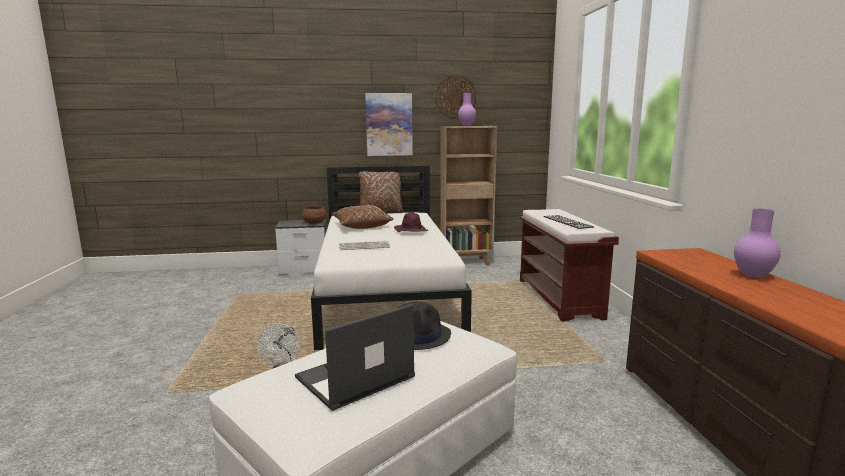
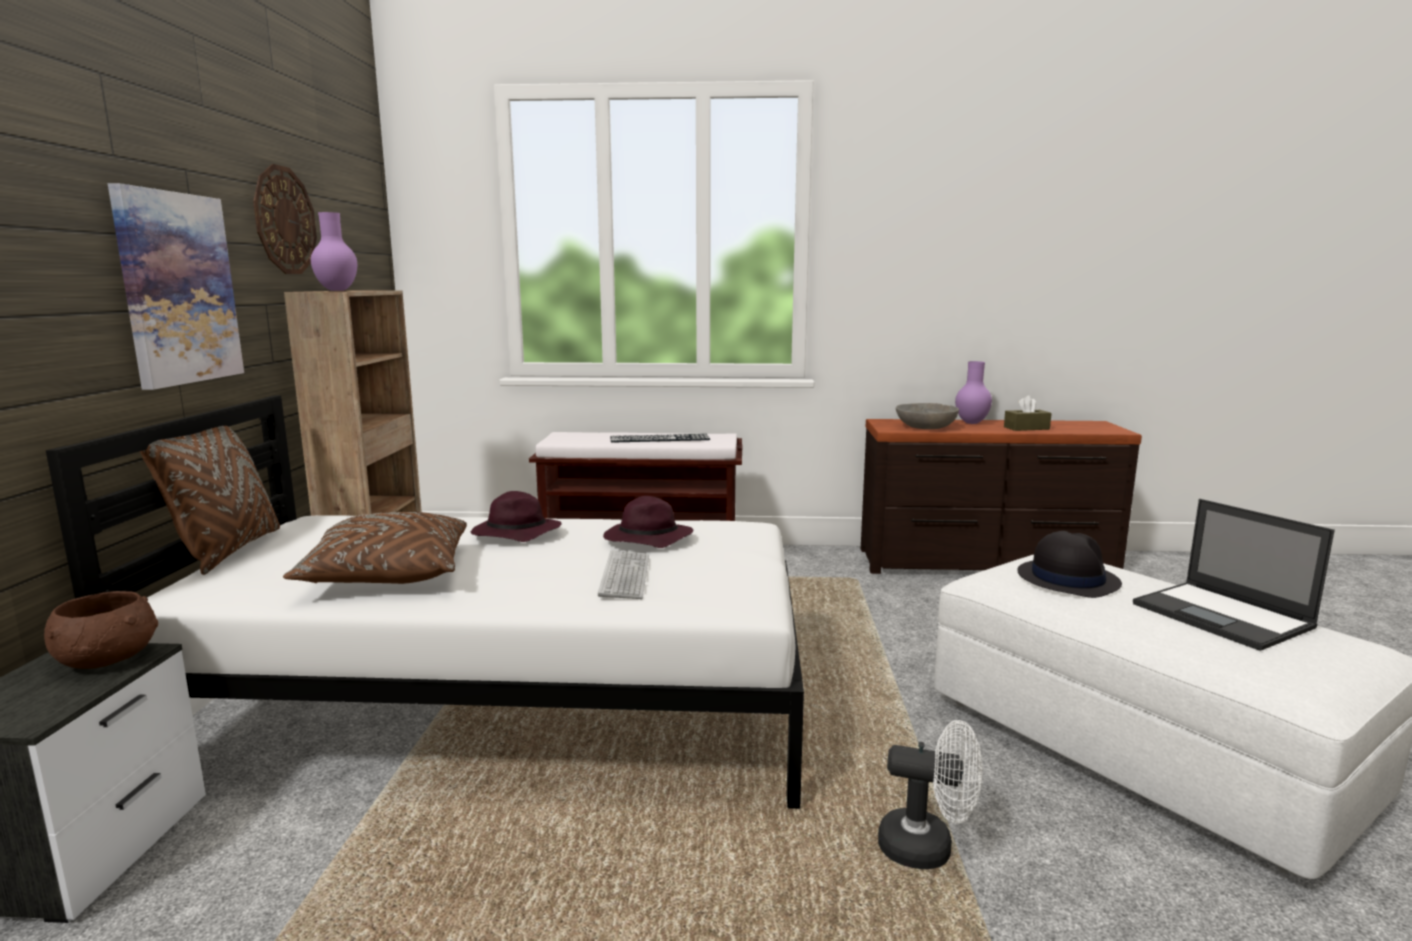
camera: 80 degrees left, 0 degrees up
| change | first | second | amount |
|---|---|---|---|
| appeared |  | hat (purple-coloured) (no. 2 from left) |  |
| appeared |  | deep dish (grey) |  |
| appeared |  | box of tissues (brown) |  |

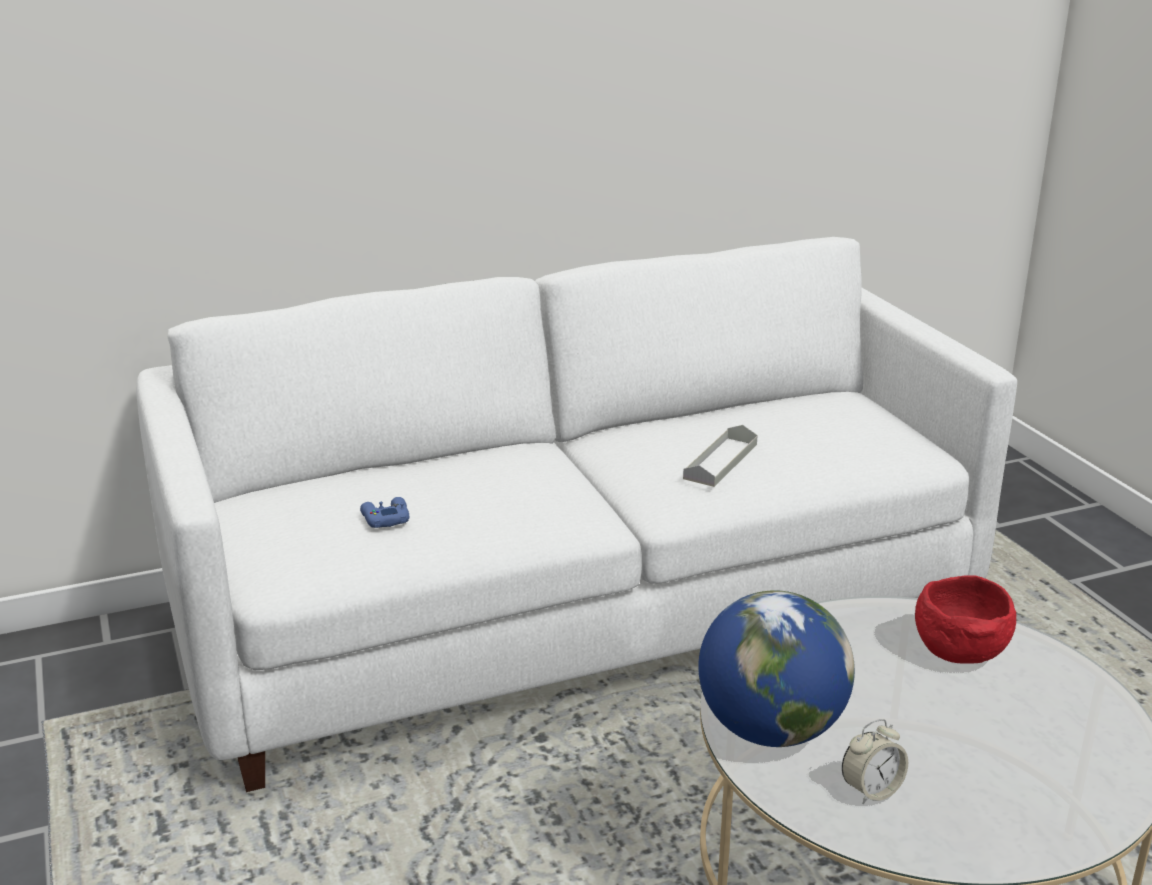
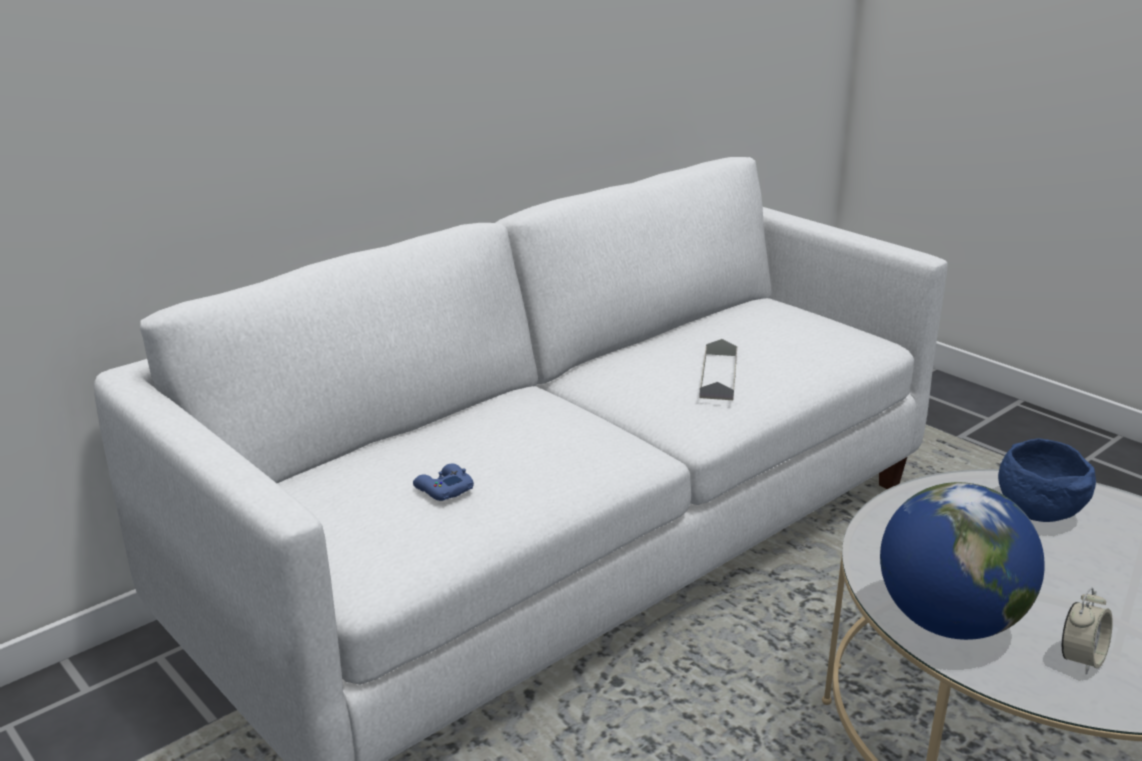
camera: 20 degrees left, 0 degrees up
| change | first | second | amount |
|---|---|---|---|
| colour | deep dish (red) | deep dish (blue) |  |

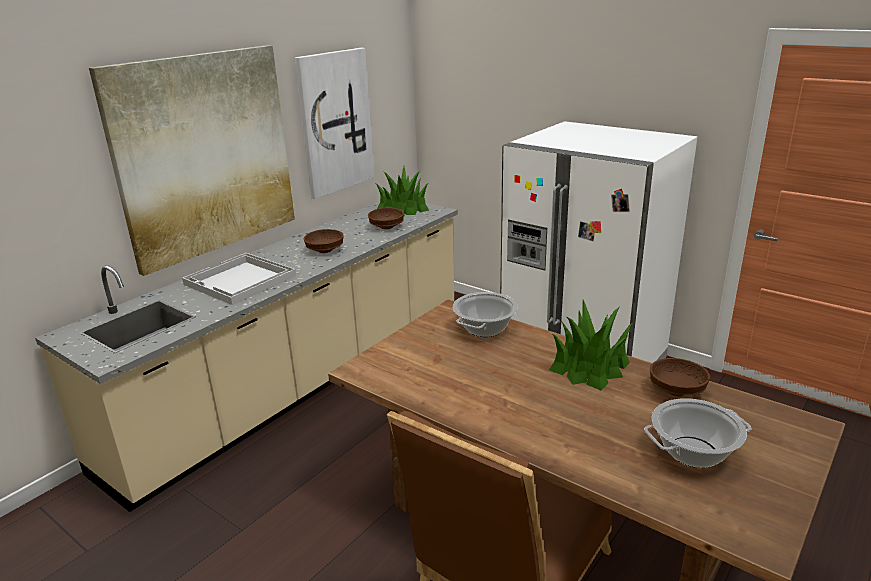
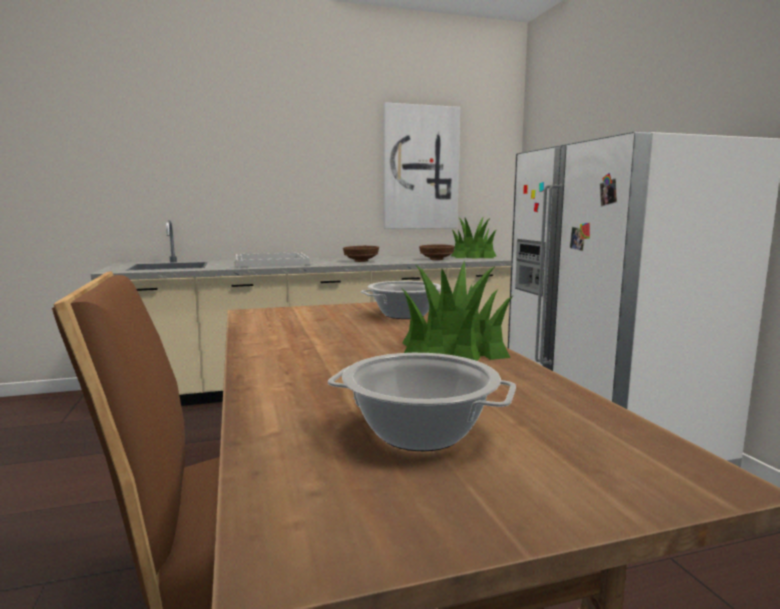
camera: 35 degrees right, 15 degrees down
| change | first | second | amount |
|---|---|---|---|
| missing | wall picture (no. 1 from left) |  |  |
| missing | deep dish (brown) (no. 3 from left) |  |  |

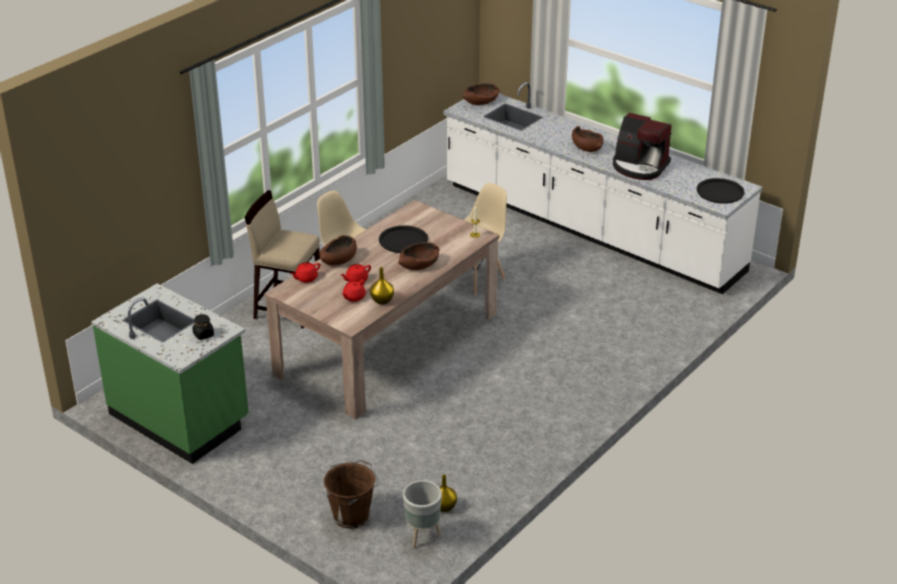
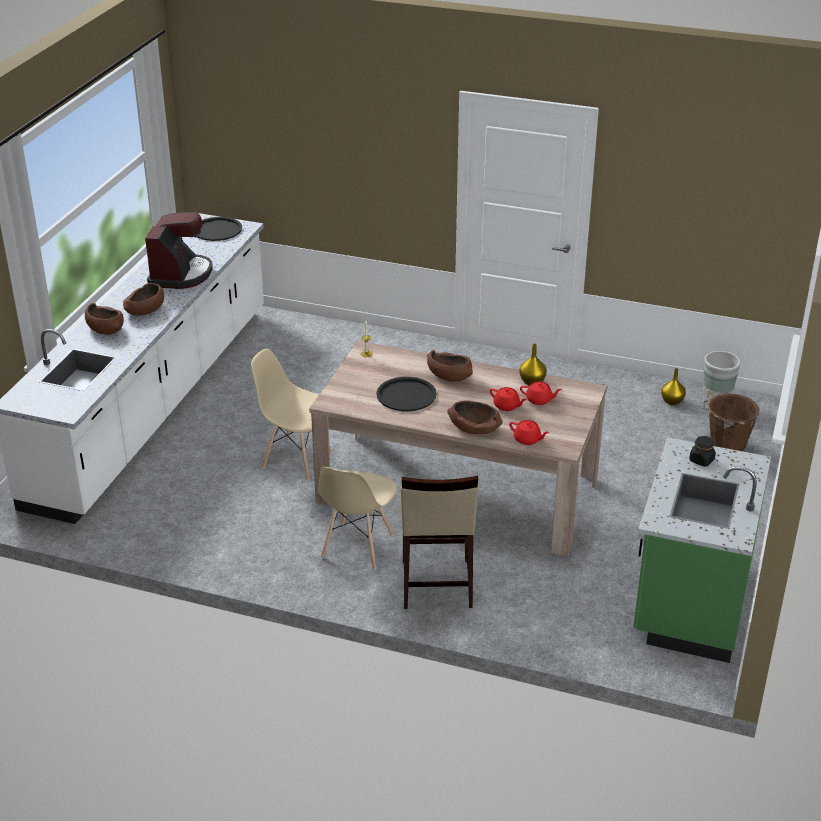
camera: 110 degrees left, 0 degrees up
| change | first | second | amount |
|---|---|---|---|
| relocated | deep dish (brown) (no. 3 from left in the first image) | deep dish (brown) (no. 1 from left) |  |

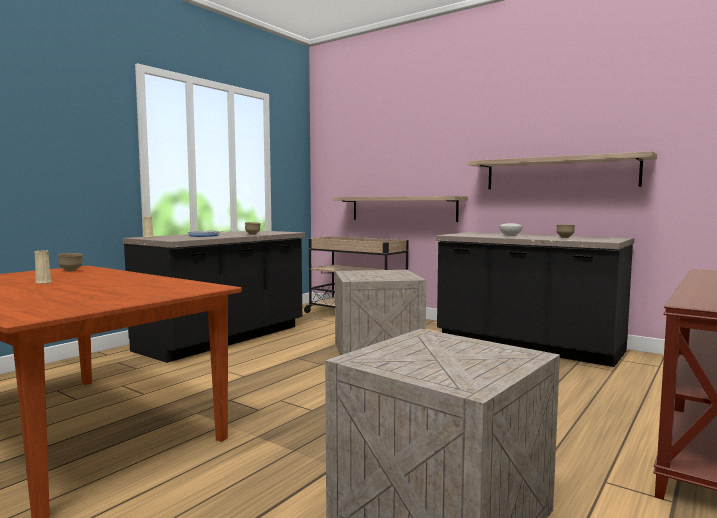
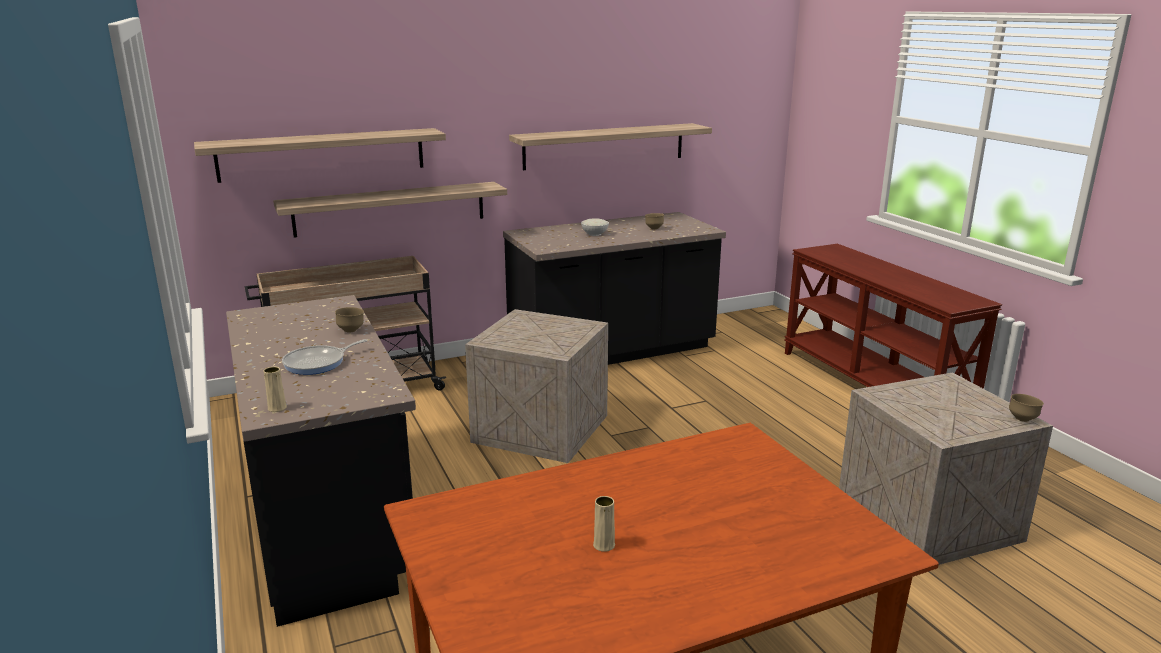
camera: 60 degrees left, 15 degrees up
| change | first | second | amount |
|---|---|---|---|
| appeared |  | bracket shelf (no. 1 from left) |  |
| relocated | deep dish (brown) (no. 1 from left in the first image) | deep dish (brown) (no. 3 from left) |  |

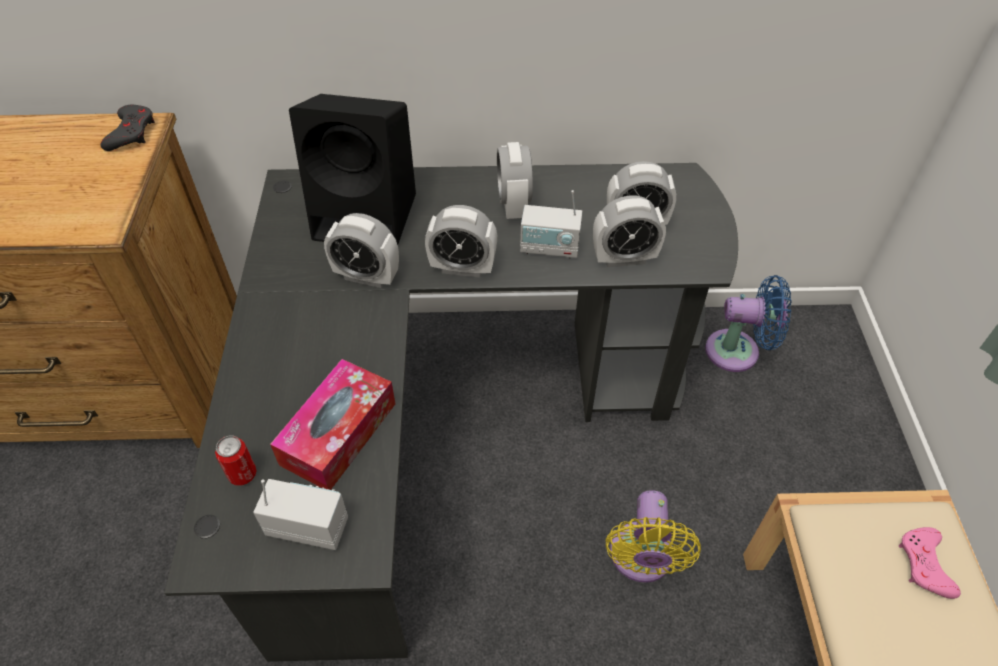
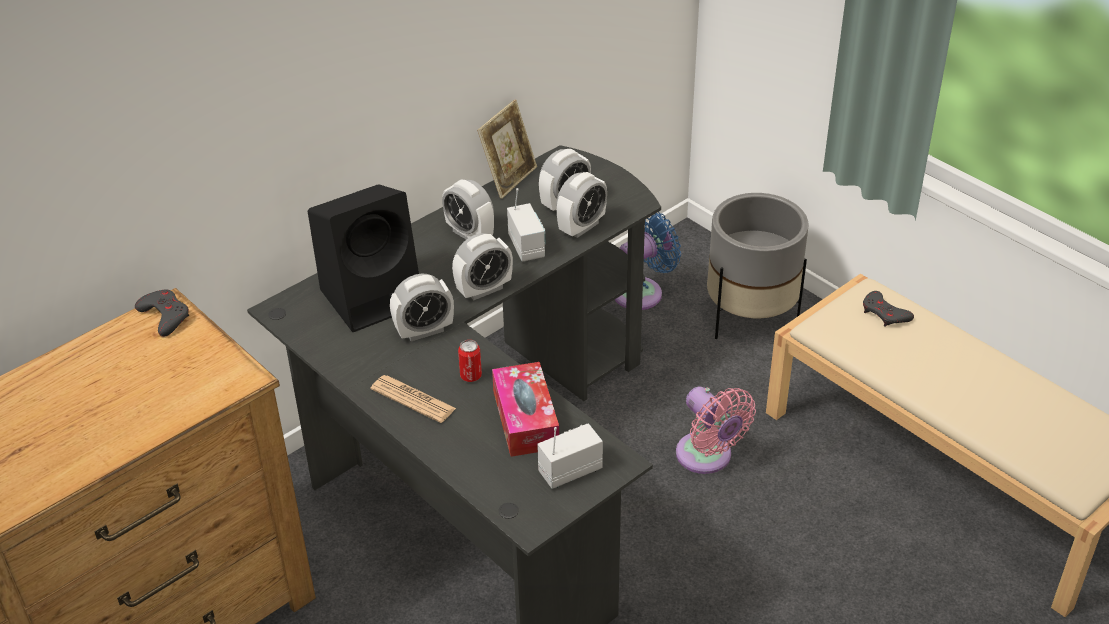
camera: 40 degrees left, 10 degrees down
| change | first | second | amount |
|---|---|---|---|
| appeared |  | daily paper |  |
| relocated | can |  |  |
| appeared |  | standing frame |  |
| spun | radio (no. 2 from left in the first image) | radio (no. 1 from left) | 75 degrees counterclockwise |
| colour | electric fan (yellow) | electric fan (pink-coloured) |  |
| appeared |  | plant pot (grey) |  |
| colour | game controller (pink-coloured) | game controller (grey) (no. 2 from left) |  |

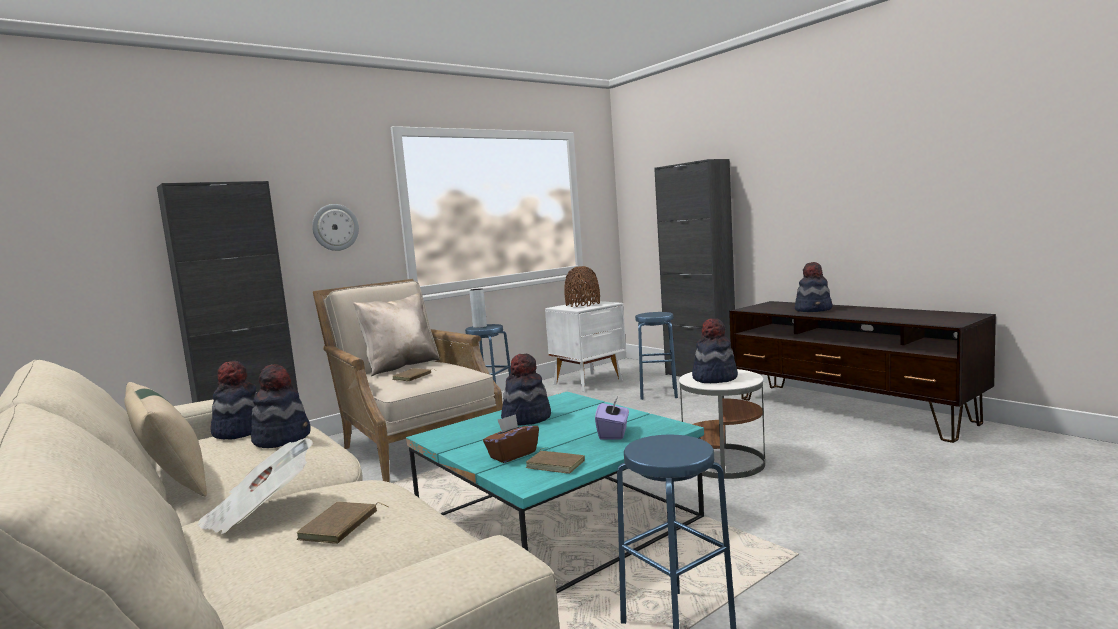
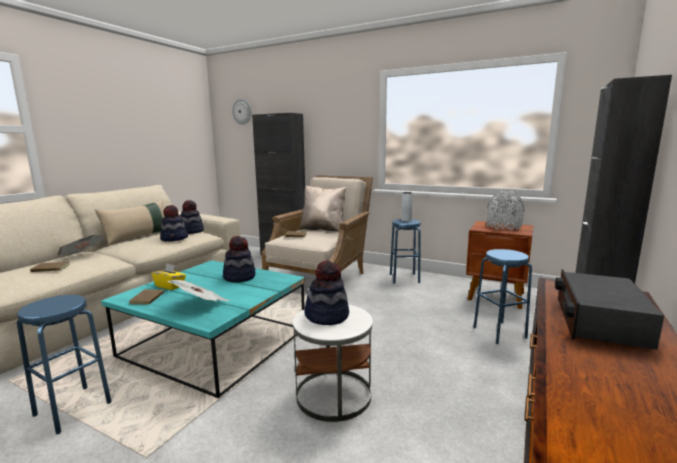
camera: 65 degrees right, 5 degrees up
| change | first | second | amount |
|---|---|---|---|
| colour | box of tissues (brown) | box of tissues (yellow) |  |
| exchanged | box of tissues (purple-coloured) | daily paper (no. 2 from left) |  |
| relocated | hanging clock |  |  |
| colour | nightstand (white) | nightstand (brown) |  |
| colour | vase (brown) | vase (grey) (no. 2 from left) |  |
| exchanged | hat (no. 5 from left) | radio |  |

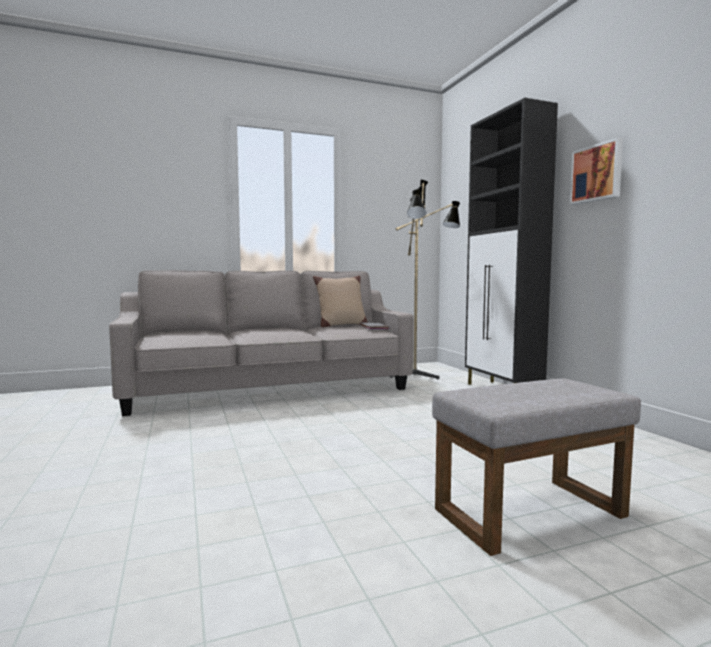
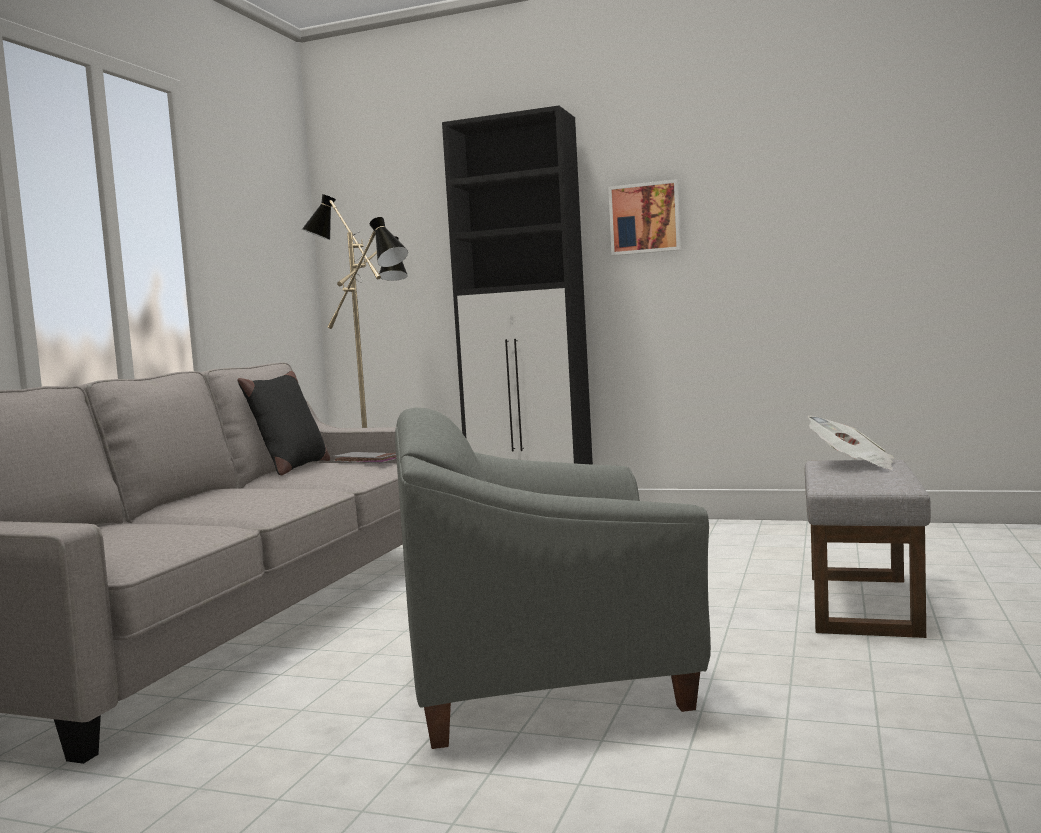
camera: 50 degrees left, 0 degrees up
| change | first | second | amount |
|---|---|---|---|
| colour | cushion (sand-coloured) | cushion (blackish) |  |
| appeared |  | lounge chair (grey) |  |
| appeared |  | daily paper |  |

